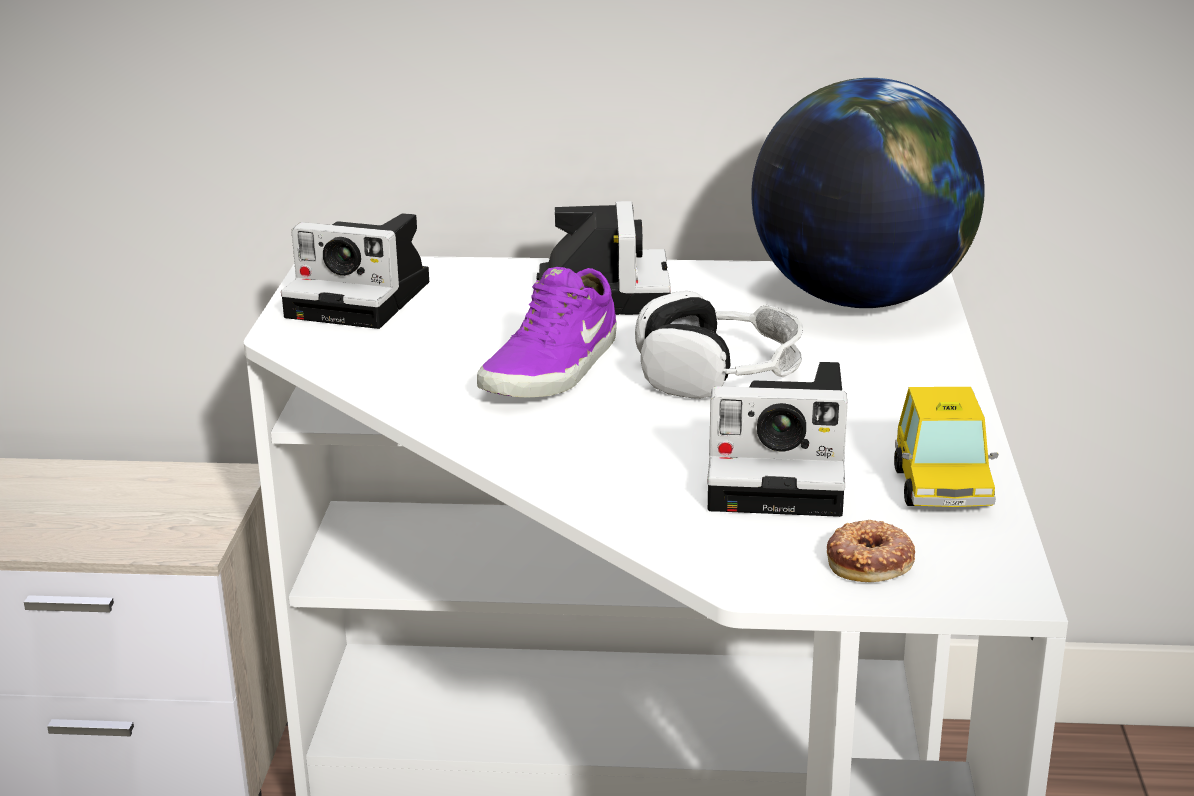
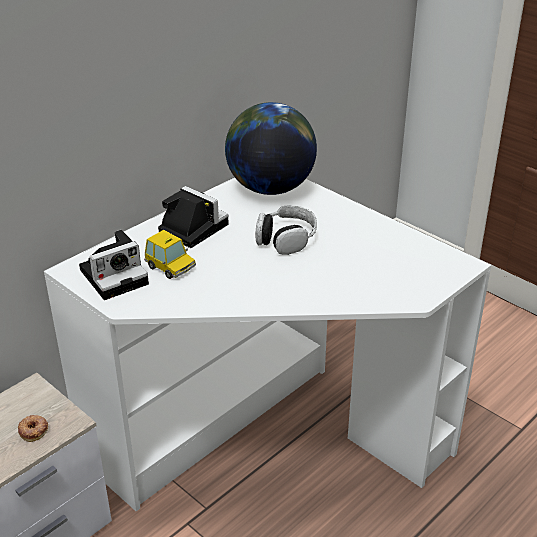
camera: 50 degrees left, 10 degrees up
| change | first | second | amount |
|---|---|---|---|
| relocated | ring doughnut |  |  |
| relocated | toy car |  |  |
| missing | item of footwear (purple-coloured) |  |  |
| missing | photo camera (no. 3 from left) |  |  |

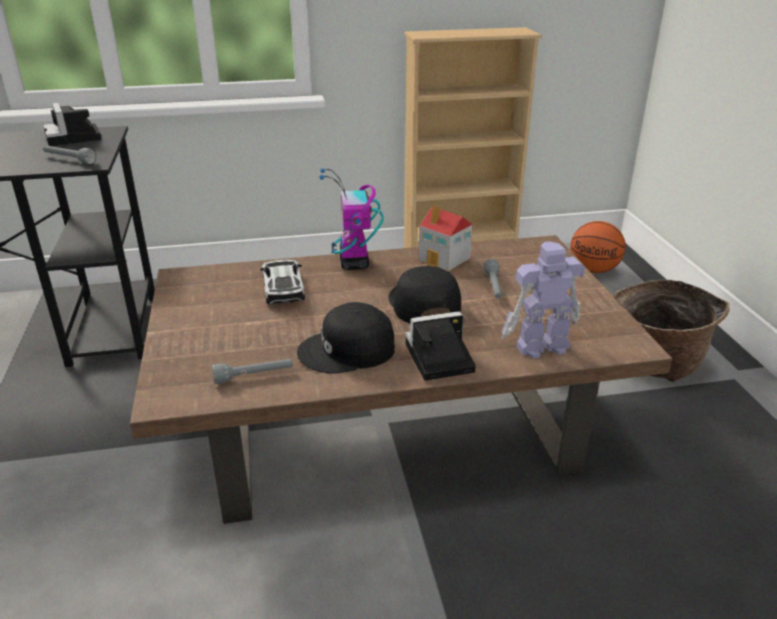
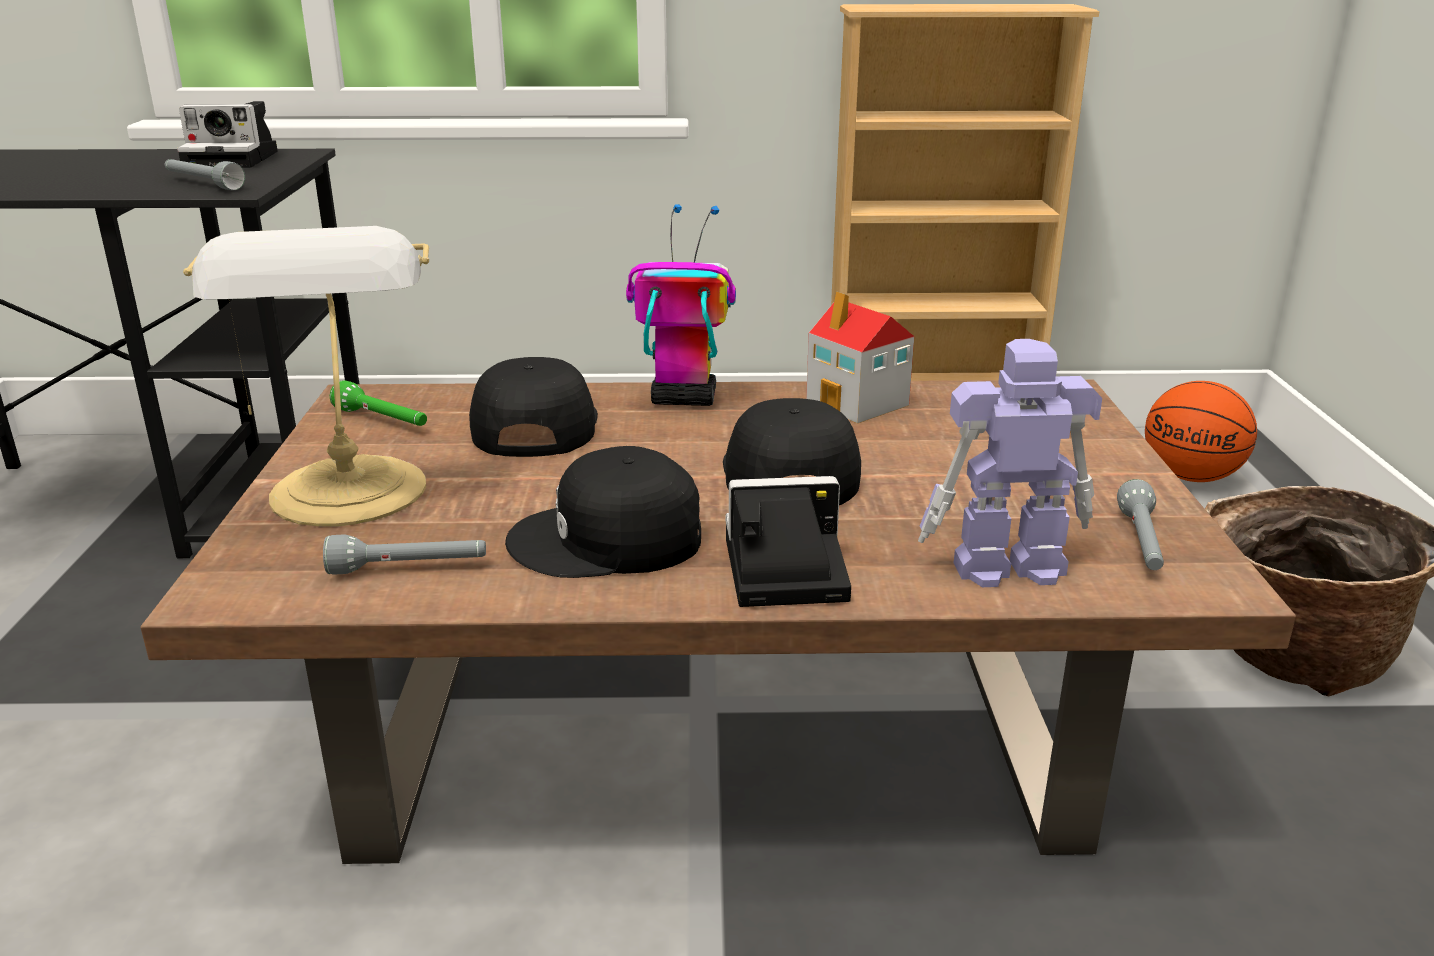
camera: 10 degrees right, 5 degrees down
| change | first | second | amount |
|---|---|---|---|
| spun | photo camera (no. 1 from left) |  | 75 degrees counterclockwise |
| appeared |  | lamp for a table |  |
| appeared |  | hand torch (greenish) |  |
| exchanged | toy car | baseball cap (blackish) (no. 1 from left) |  |
| spun | robot figure (no. 1 from left) |  | 90 degrees clockwise |
| relocated | hand torch (grey) (no. 3 from left) |  |  |

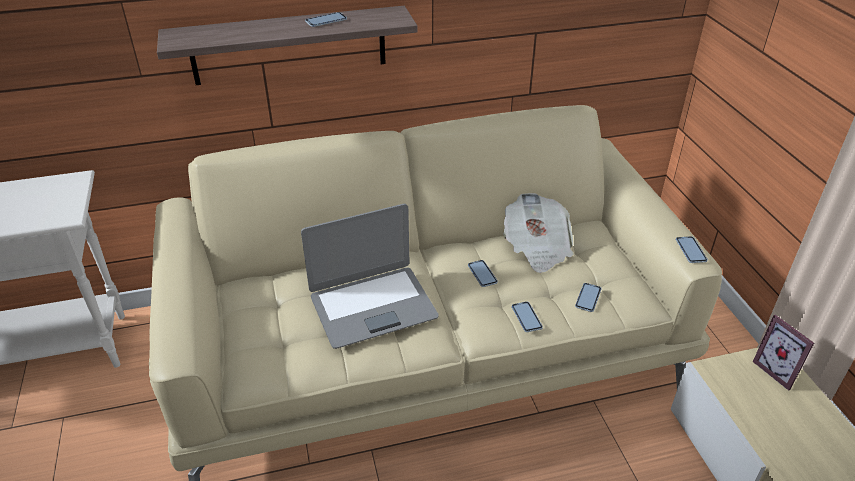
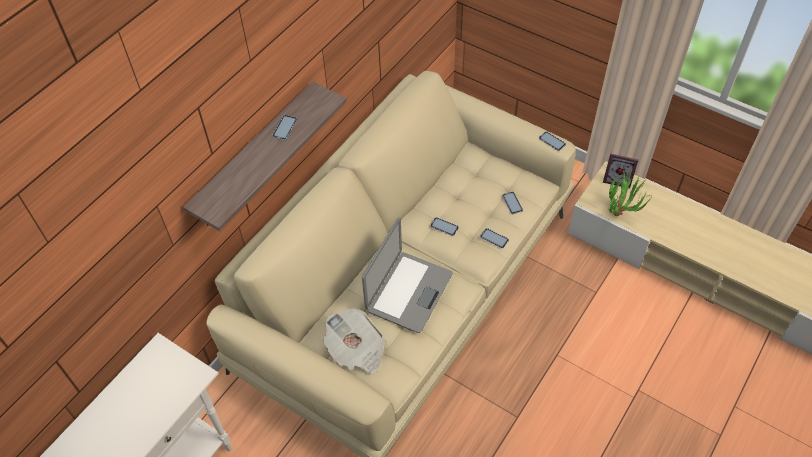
camera: 40 degrees left, 15 degrees up
| change | first | second | amount |
|---|---|---|---|
| relocated | daily paper |  |  |
| appeared |  | houseplant |  |

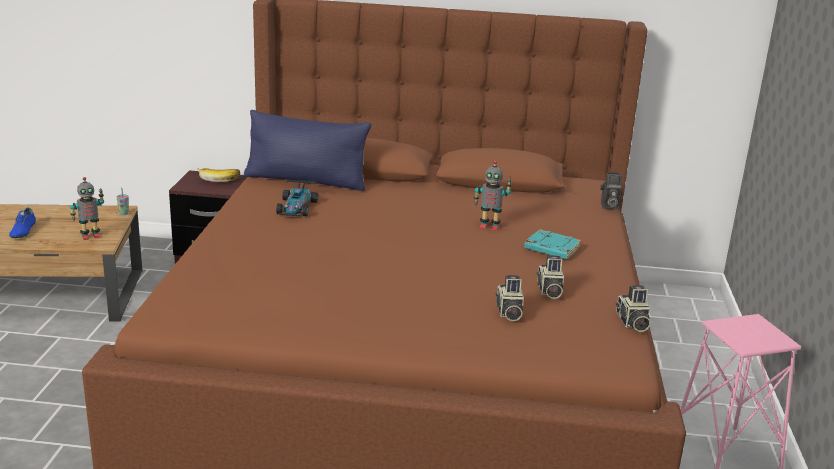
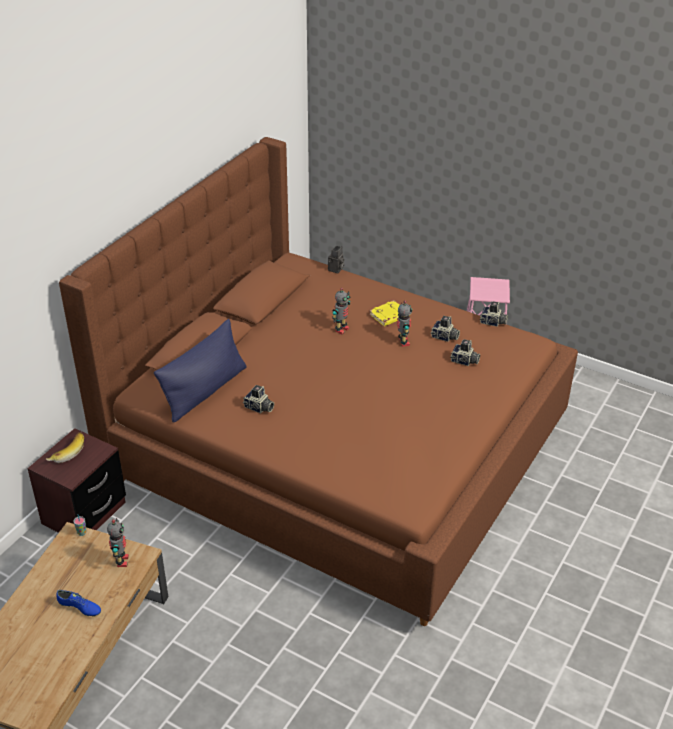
camera: 65 degrees left, 15 degrees up
| change | first | second | amount |
|---|---|---|---|
| exchanged | toy car | photo camera (no. 1 from left) |  |
| colour | bound book (turquoise) | bound book (yellow) |  |
| appeared |  | robot figure (no. 3 from left) |  |

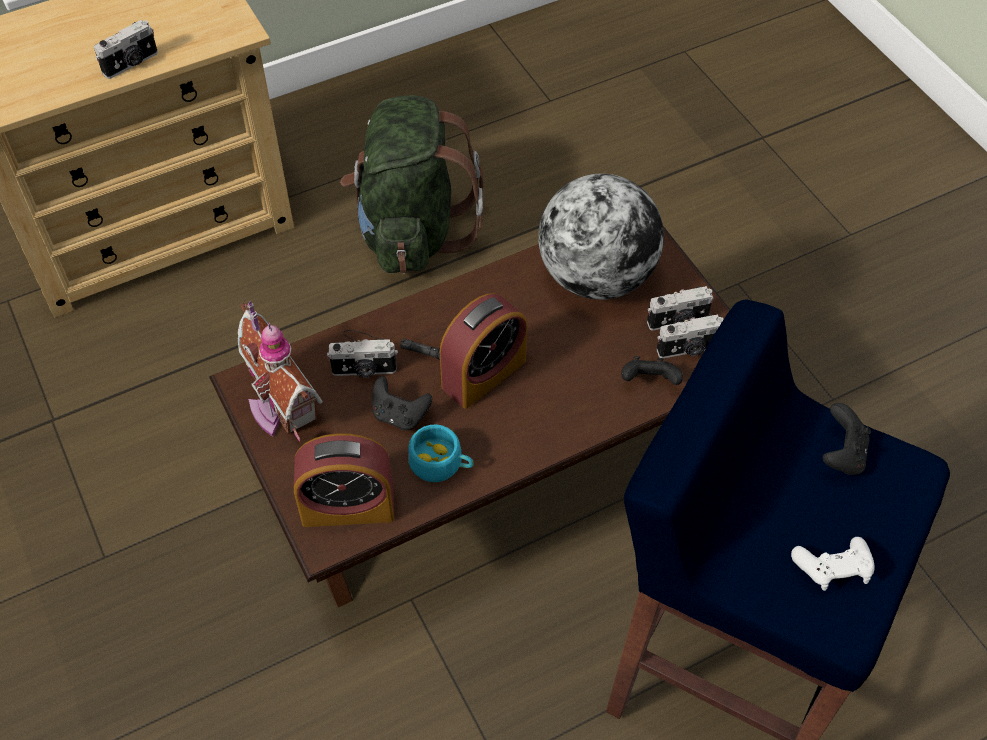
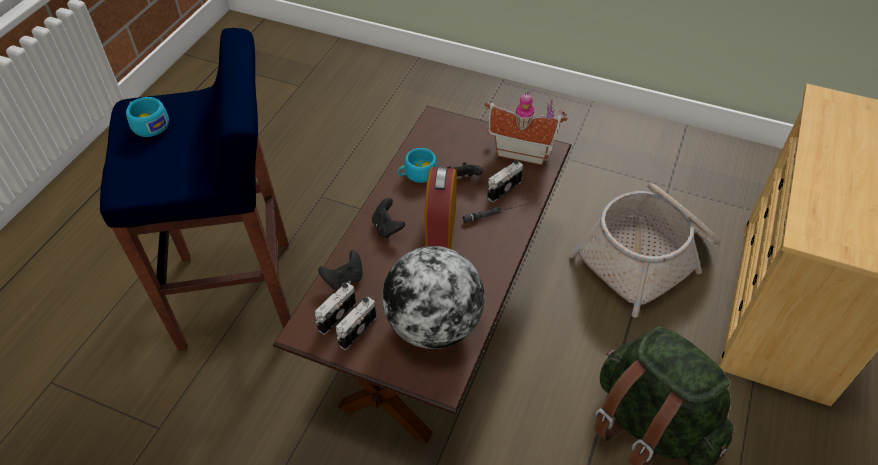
camera: 140 degrees right, 5 degrees down
| change | first | second | amount |
|---|---|---|---|
| exchanged | game controller (white) | cup (turquoise) (no. 1 from left) |  |
| relocated | game controller (blackish) (no. 3 from left in the first image) | game controller (blackish) (no. 2 from left) |  |
| appeared |  | storage basket |  |
| missing | photo camera (no. 1 from left) |  |  |
| missing | table clock (no. 1 from left) |  |  |

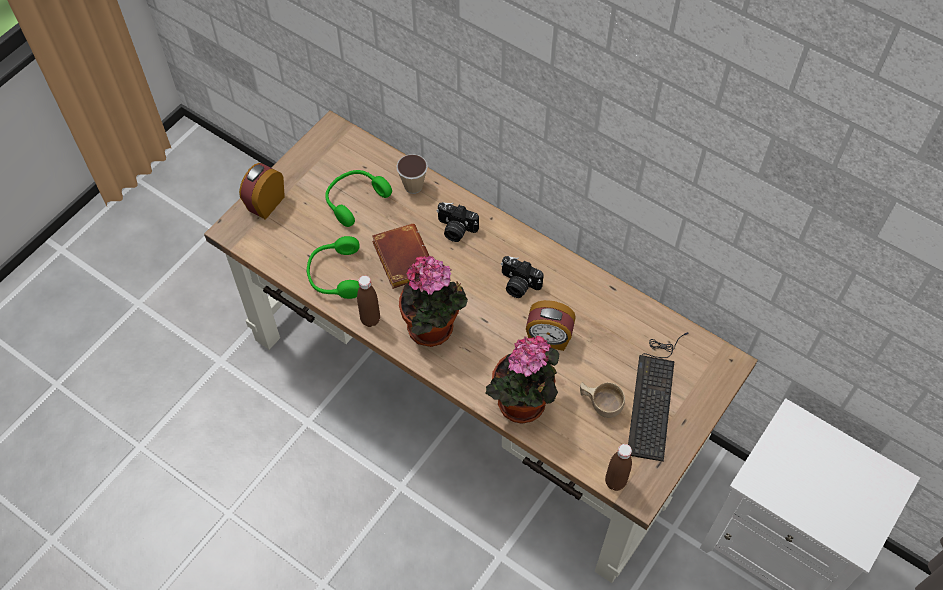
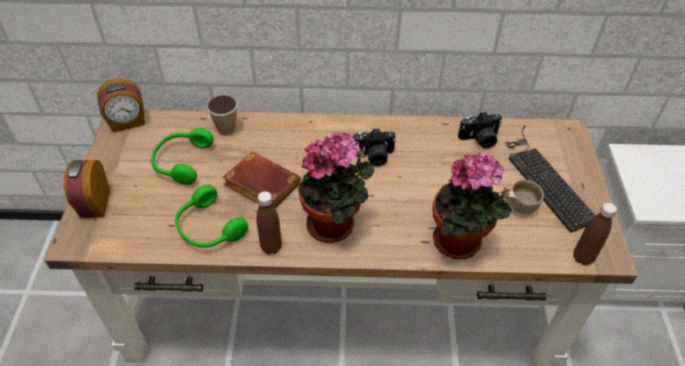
camera: 35 degrees left, 10 degrees down
| change | first | second | amount |
|---|---|---|---|
| relocated | table clock (no. 2 from left) |  |  |
| relocated | photo camera (no. 1 from left in the first image) | photo camera (no. 2 from left) |  |

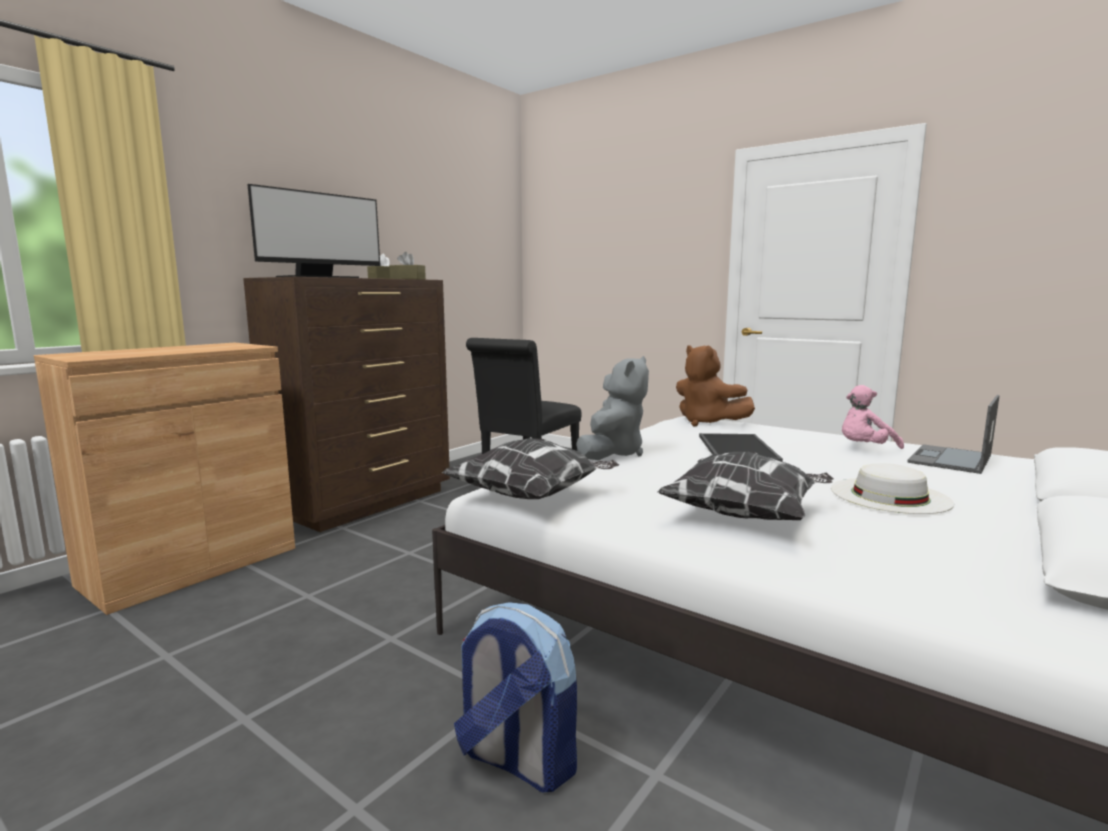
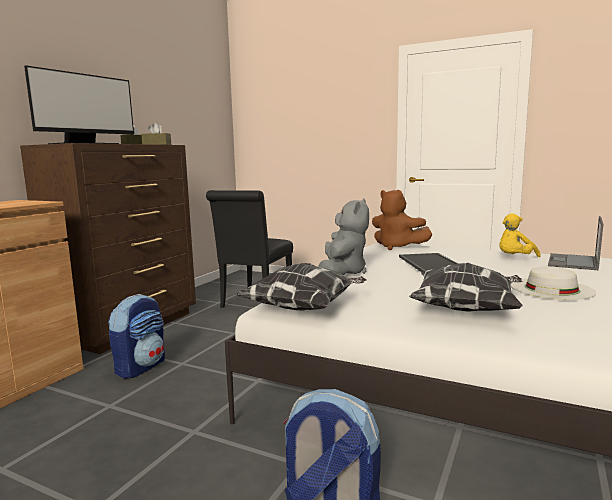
camera: 10 degrees left, 0 degrees up
| change | first | second | amount |
|---|---|---|---|
| appeared |  | rucksack (no. 1 from left) |  |
| colour | cuddly toy (pink-coloured) | cuddly toy (yellow) |  |

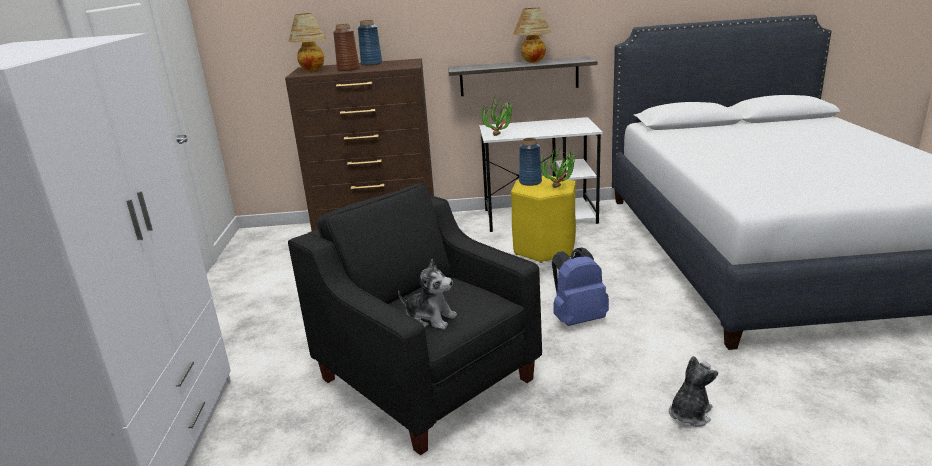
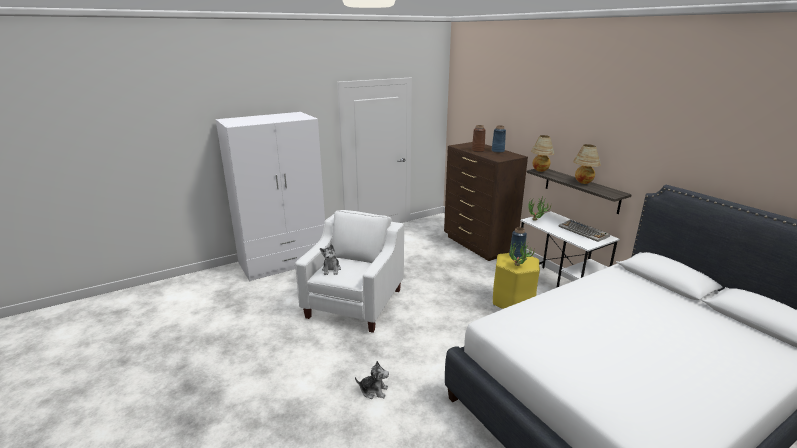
camera: 60 degrees right, 0 degrees up
| change | first | second | amount |
|---|---|---|---|
| colour | lounge chair (blackish) | lounge chair (white) |  |
| relocated | lamp for a table (no. 1 from left) |  |  |
| appeared |  | computer keyboard |  |
| missing | rucksack (blue) |  |  |

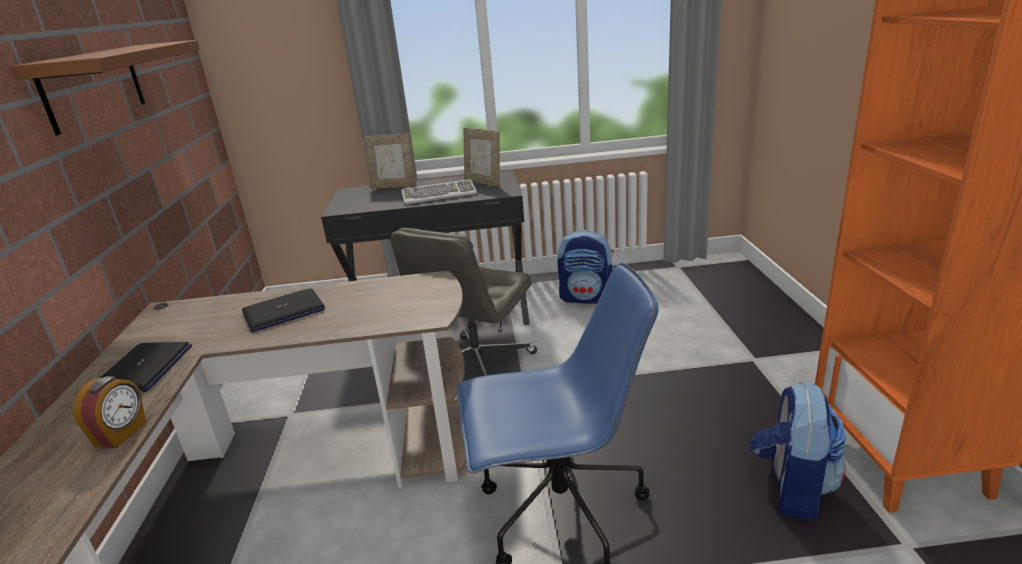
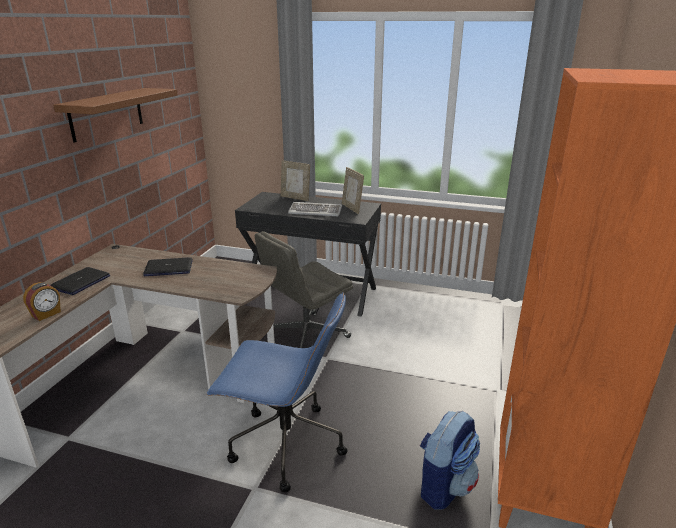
camera: 20 degrees right, 0 degrees up
| change | first | second | amount |
|---|---|---|---|
| missing | rucksack (no. 1 from left) |  |  |

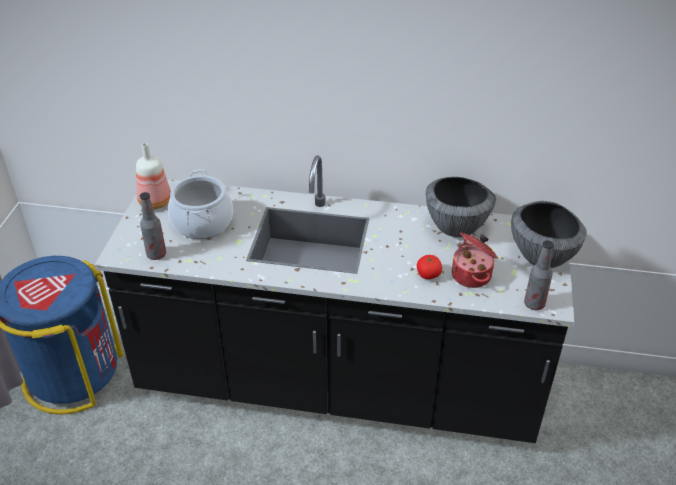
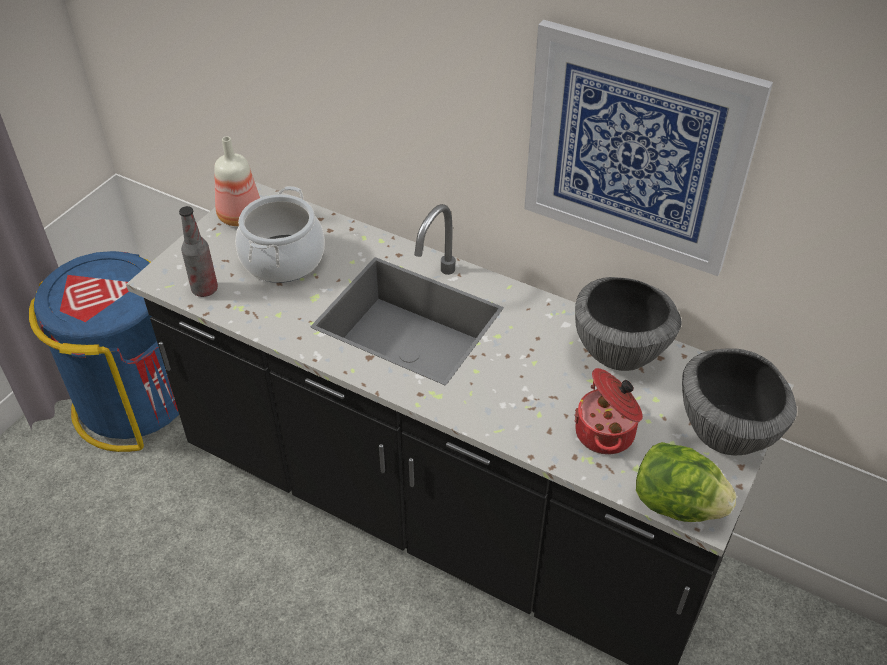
camera: 20 degrees right, 5 degrees up
| change | first | second | amount |
|---|---|---|---|
| appeared |  | wall picture |  |
| exchanged | drink bottle (no. 3 from left) | lettuce |  |
| missing | tomato |  |  |

